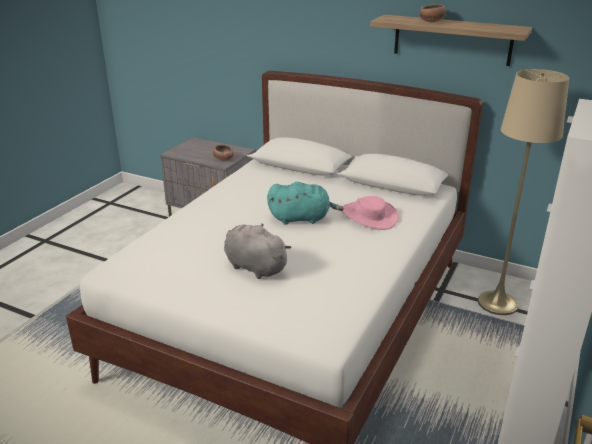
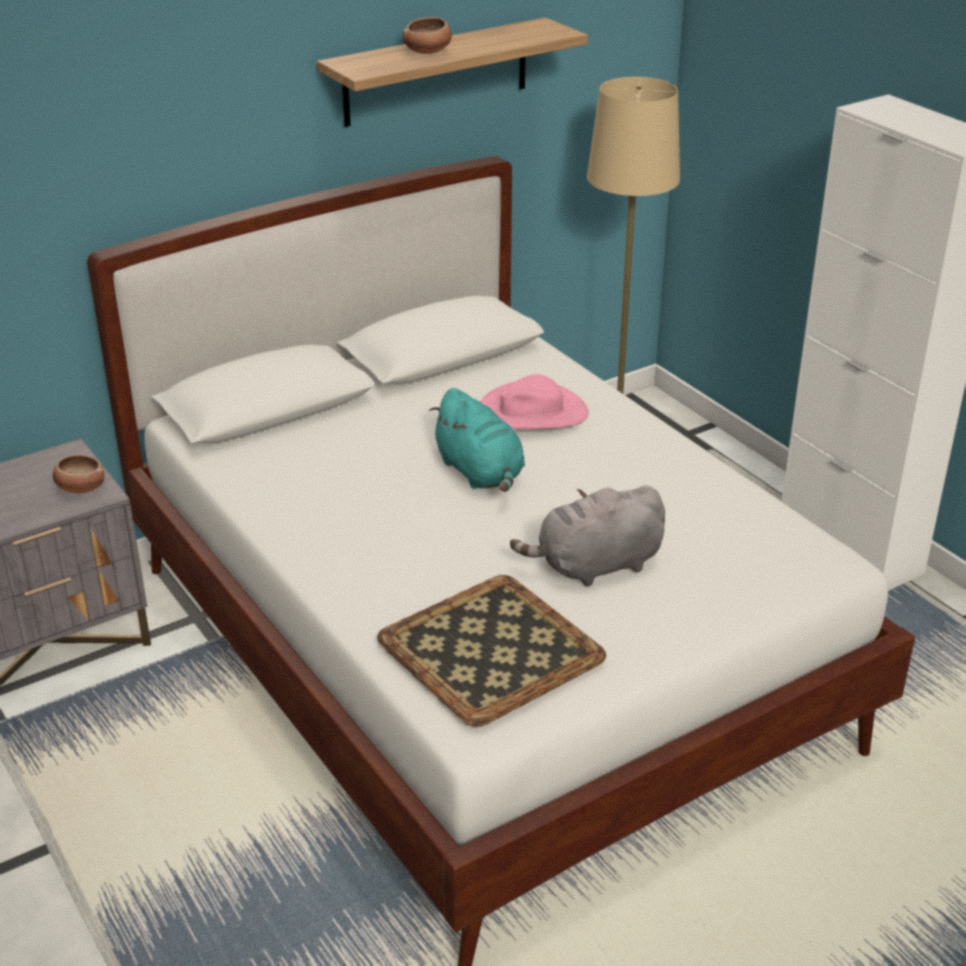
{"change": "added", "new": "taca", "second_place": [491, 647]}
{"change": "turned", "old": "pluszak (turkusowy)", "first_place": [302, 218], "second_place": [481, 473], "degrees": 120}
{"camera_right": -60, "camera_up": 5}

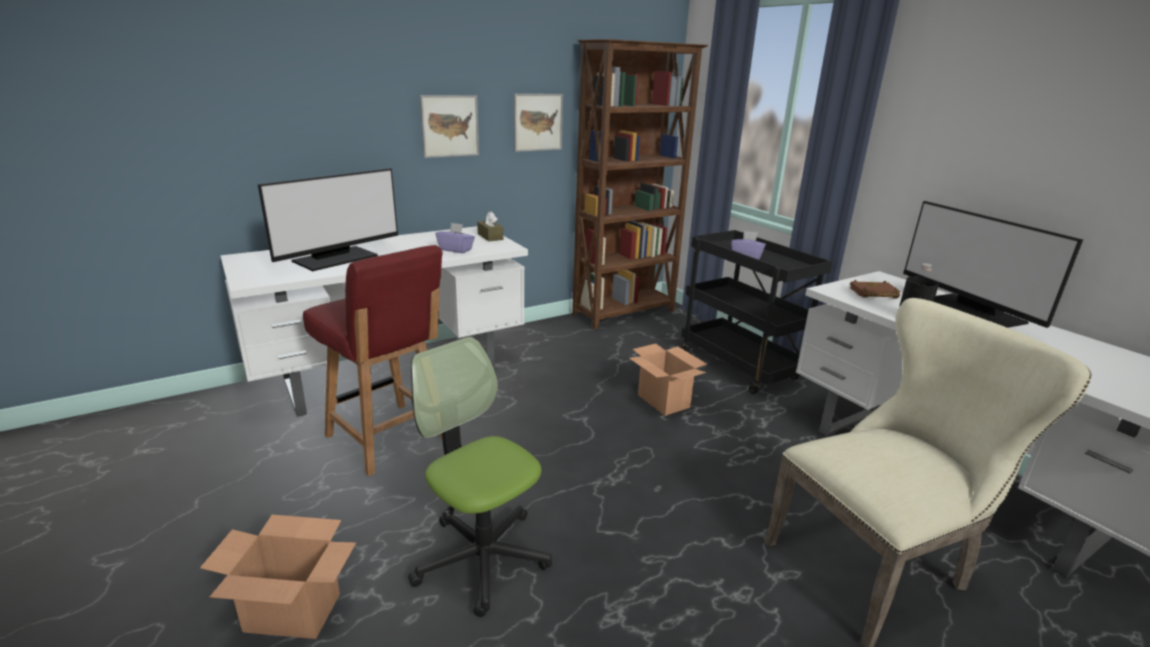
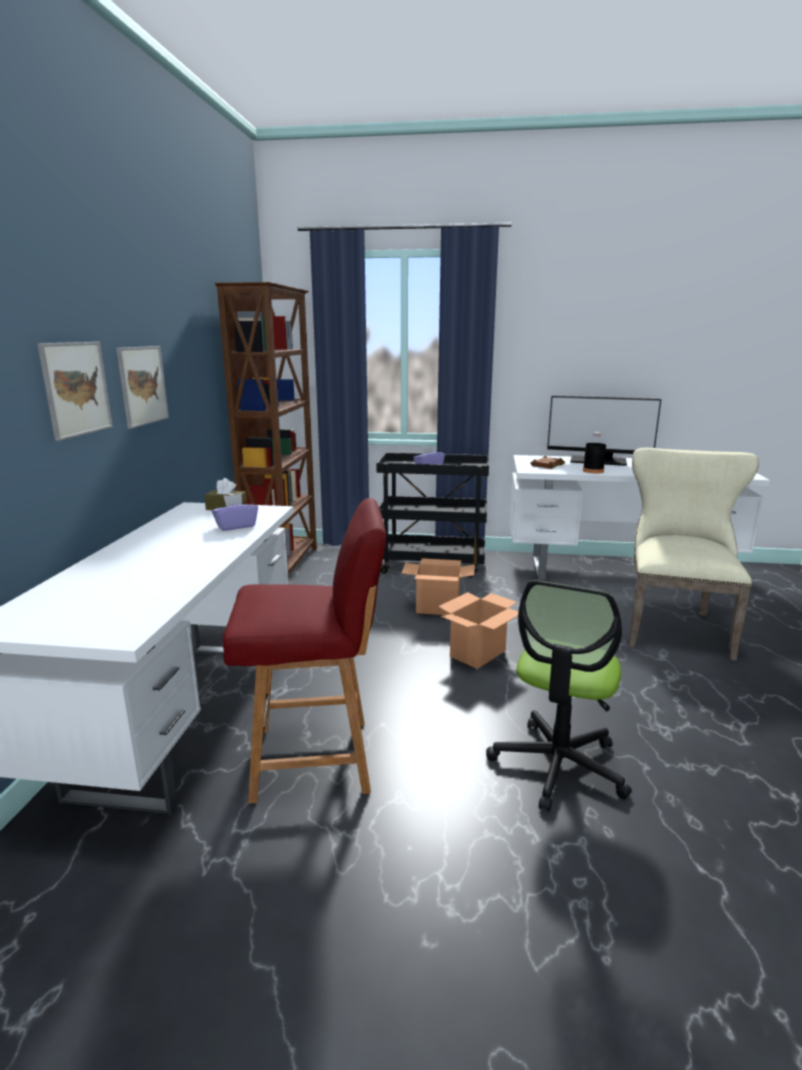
{"change": "moved", "old": "obraz", "first_place": [538, 122], "second_place": [76, 389]}
{"change": "moved", "old": "karton", "first_place": [294, 612], "second_place": [478, 653]}
{"change": "turned", "old": "krzesło biurowe", "first_place": [482, 557], "second_place": [558, 765], "degrees": -60}
{"change": "removed", "old": "monitor", "first_place": [336, 259]}
{"camera_right": -50, "camera_up": -5}

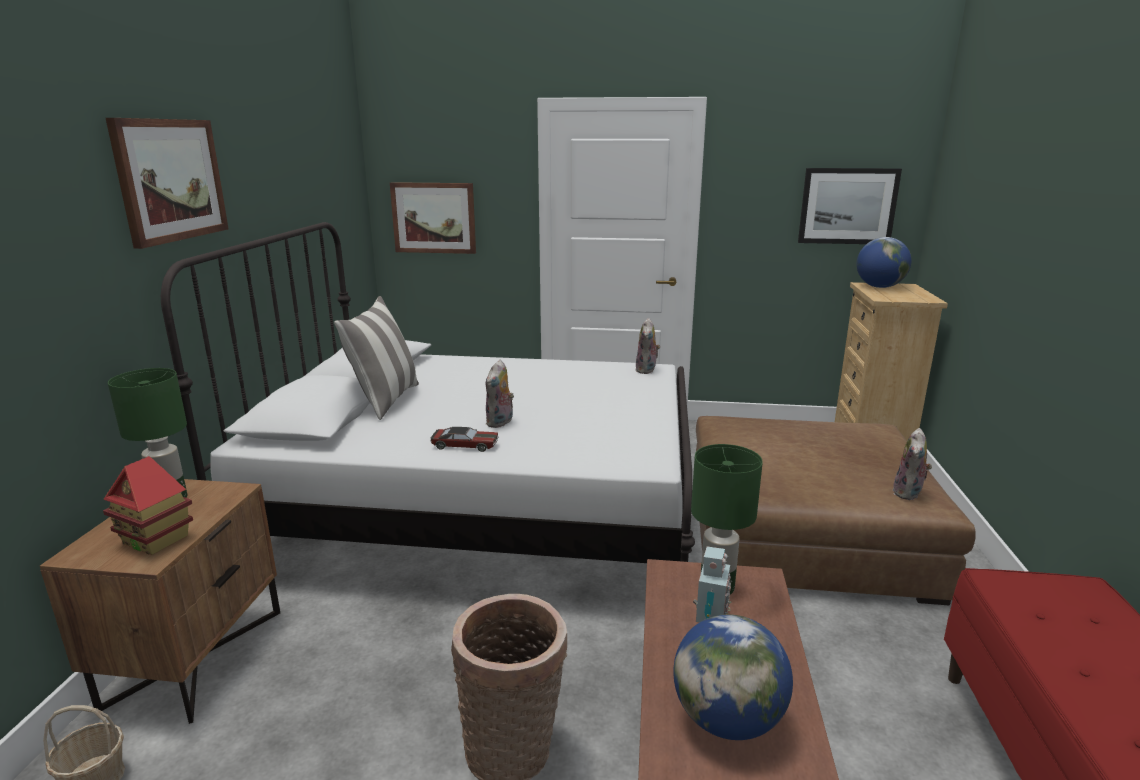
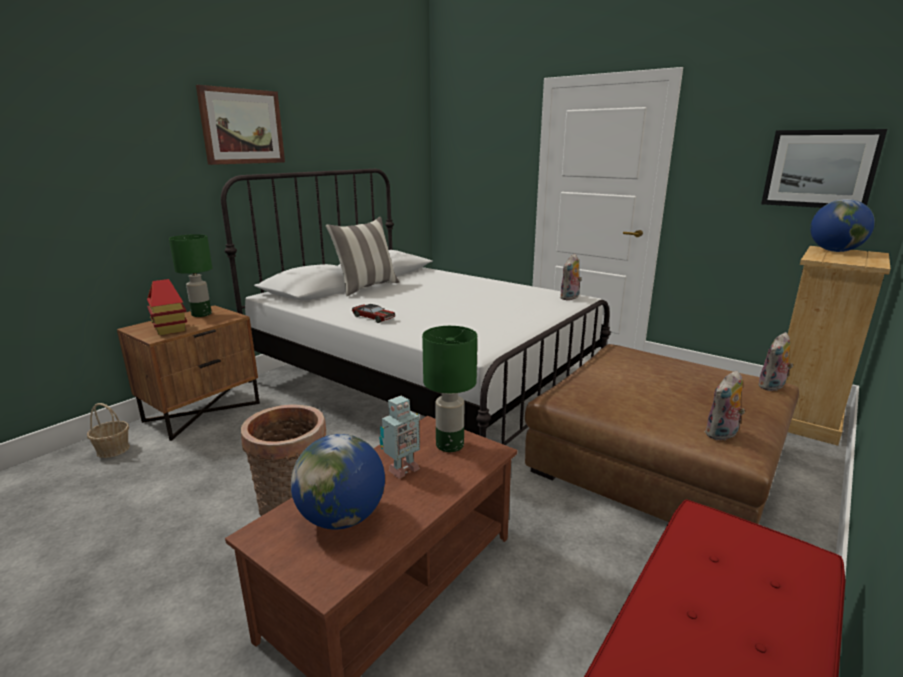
{"change": "moved", "old": "pluszak", "first_place": [500, 423], "second_place": [772, 387]}
{"change": "removed", "old": "obraz", "first_place": [434, 218]}
{"camera_right": 30, "camera_up": 0}

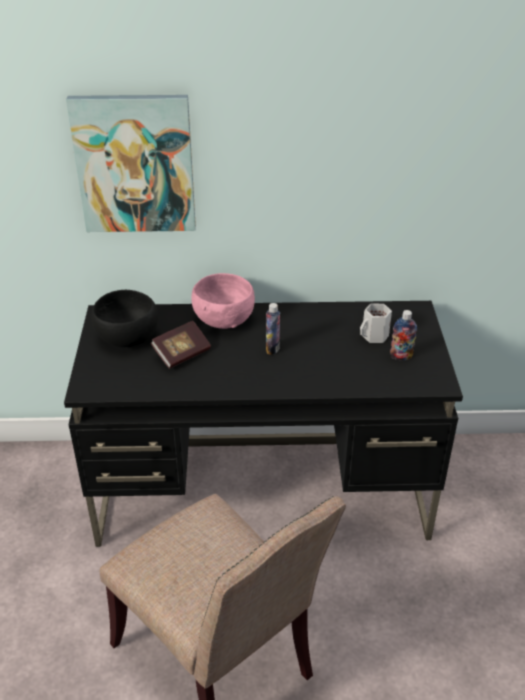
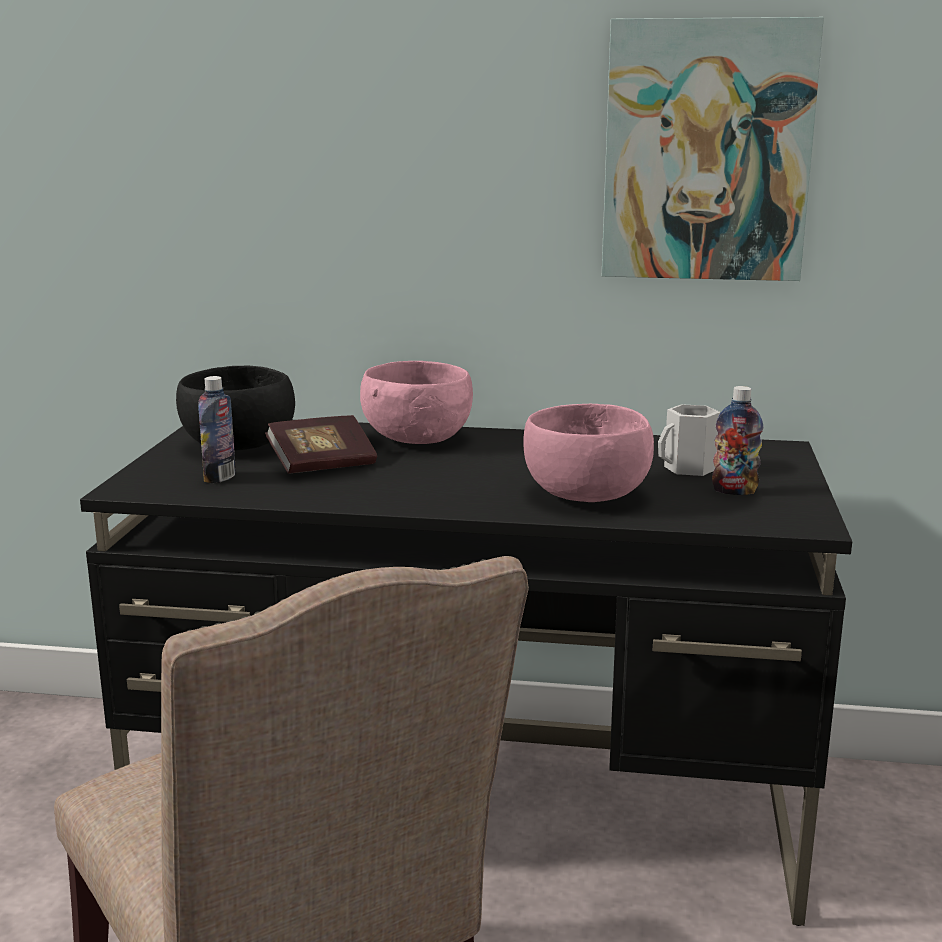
{"change": "moved", "old": "butelka", "first_place": [272, 349], "second_place": [220, 477]}
{"change": "added", "new": "miska (różowy)", "second_place": [587, 496]}
{"change": "moved", "old": "obraz", "first_place": [135, 164], "second_place": [706, 151]}
{"camera_right": 10, "camera_up": -20}

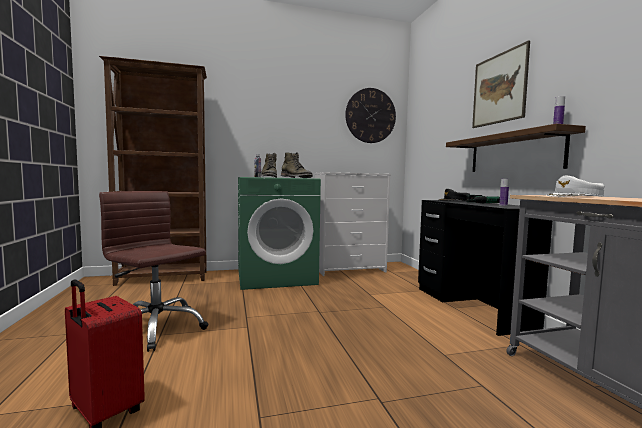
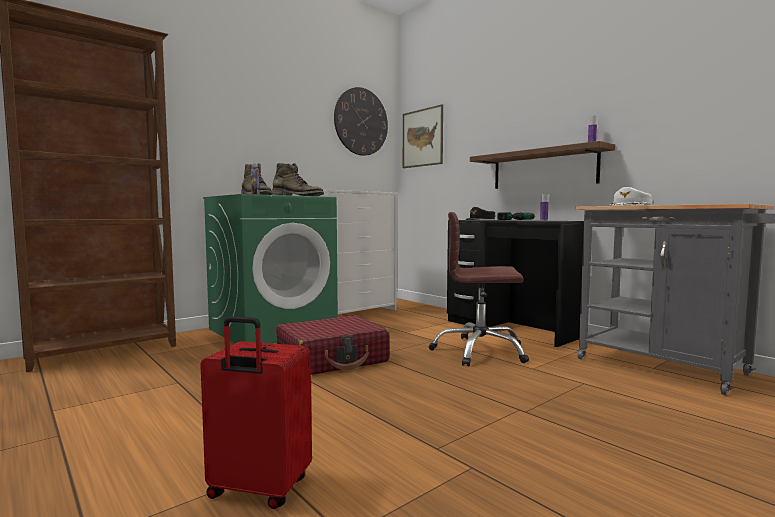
{"change": "added", "new": "walizka (czerwony)", "second_place": [333, 359]}
{"change": "moved", "old": "obraz", "first_place": [499, 88], "second_place": [422, 138]}
{"change": "moved", "old": "krzesło biurowe (brązowy)", "first_place": [156, 328], "second_place": [479, 352]}
{"camera_right": -25, "camera_up": 0}

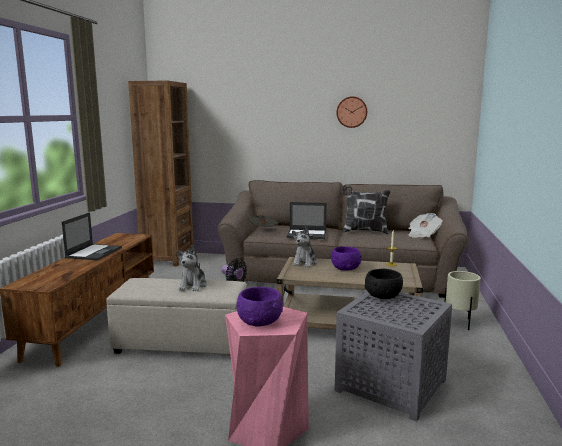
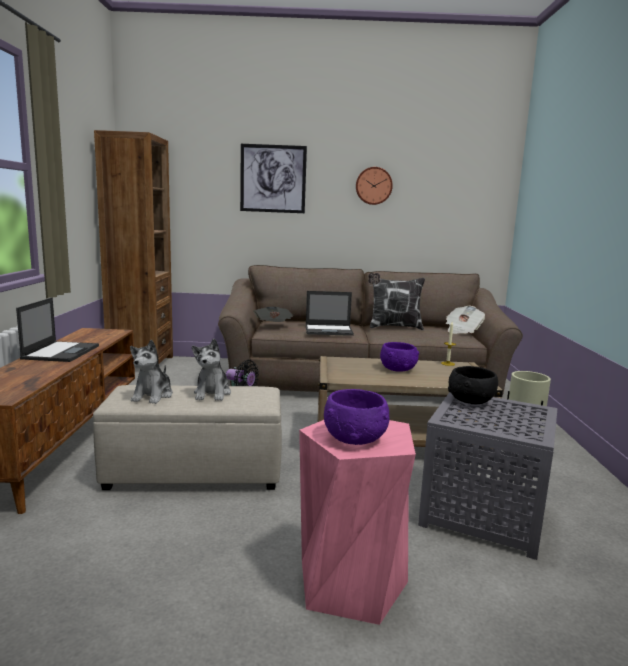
{"change": "moved", "old": "pluszak", "first_place": [304, 263], "second_place": [153, 396]}
{"change": "added", "new": "obraz", "second_place": [273, 179]}
{"camera_right": -10, "camera_up": 0}

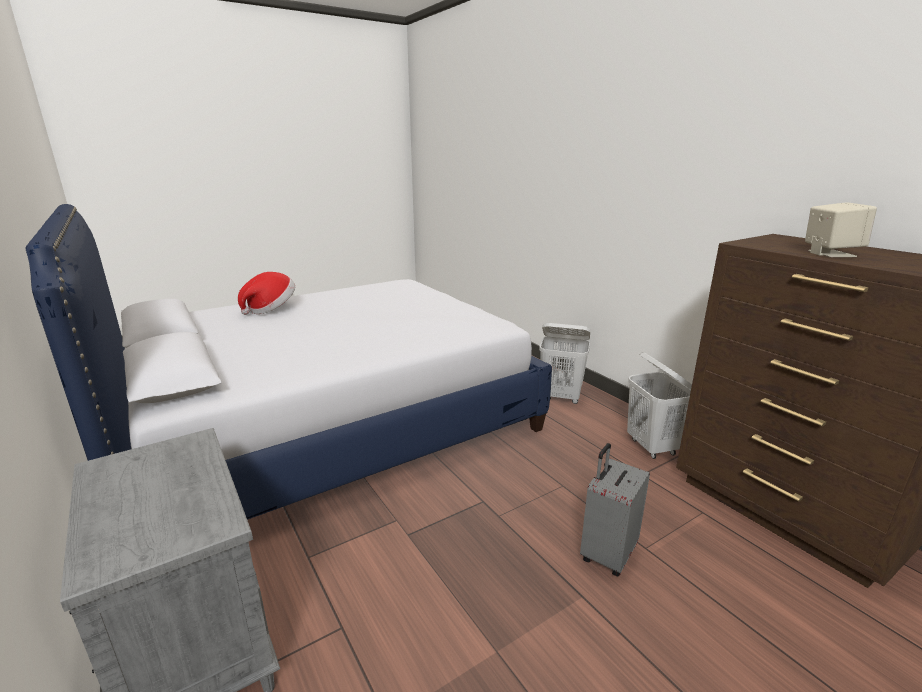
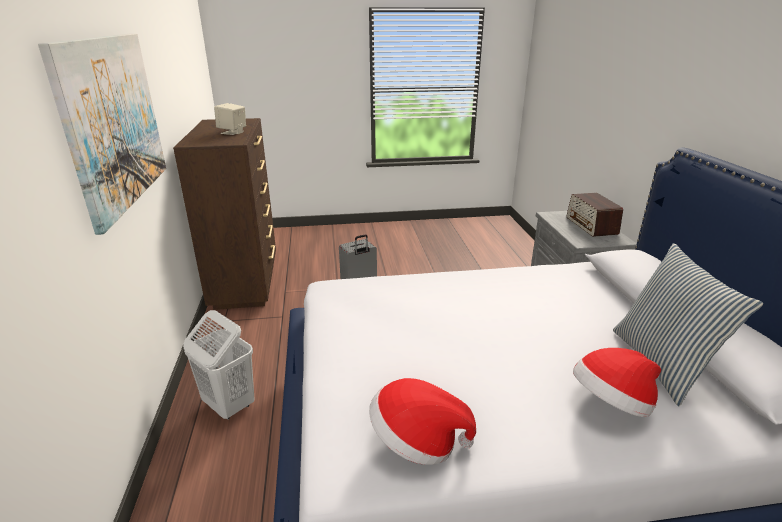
{"change": "added", "new": "obraz", "second_place": [114, 122]}
{"change": "added", "new": "kapelusz", "second_place": [417, 442]}
{"change": "added", "new": "radio", "second_place": [591, 226]}
{"change": "added", "new": "poduszka", "second_place": [661, 364]}
{"change": "removed", "old": "kosz na pranie (biały)", "first_place": [652, 447]}
{"camera_right": -155, "camera_up": 5}

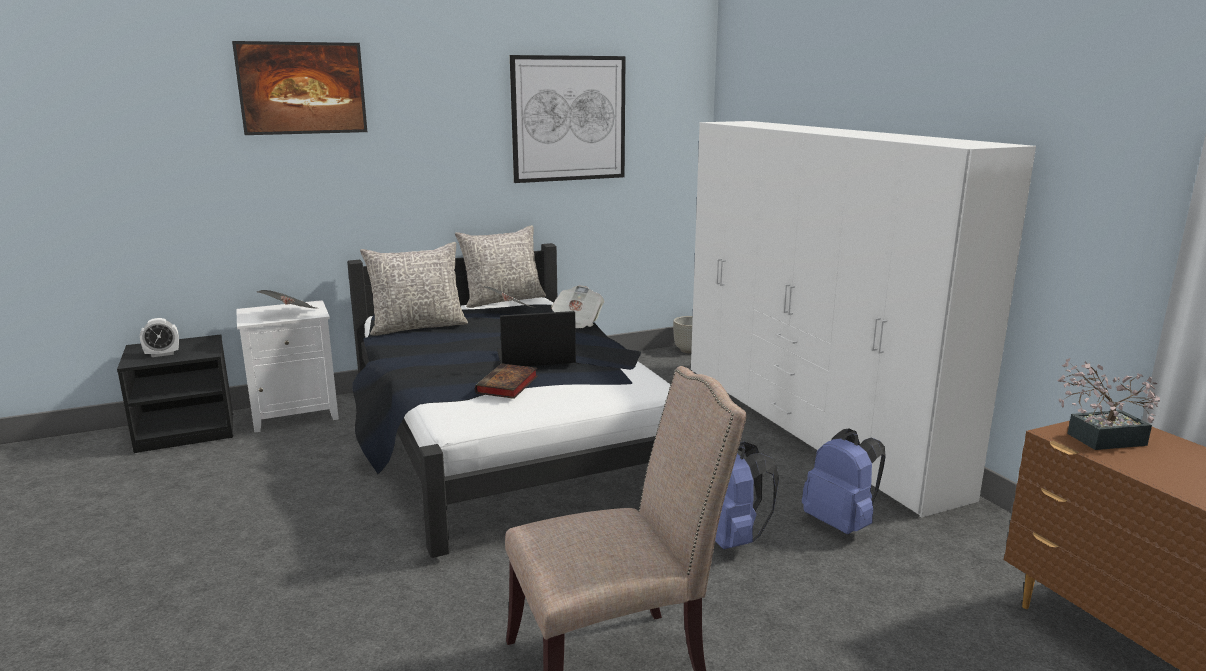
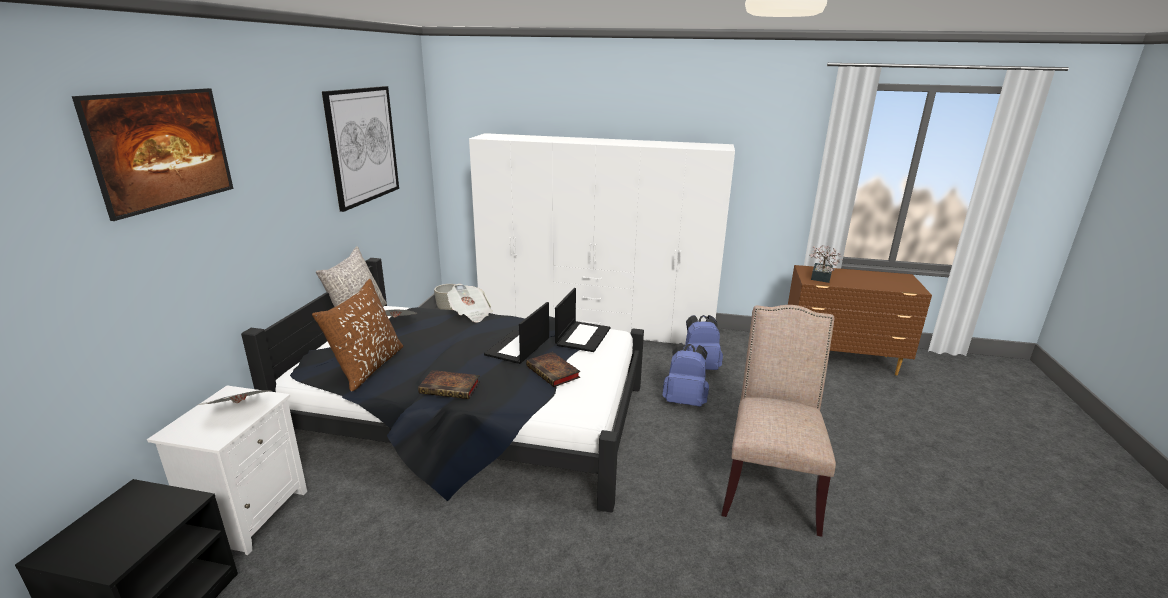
{"change": "recoloured", "old": "poduszka (szary)", "new": "poduszka (brązowy)", "first_place": [418, 327], "second_place": [367, 367]}
{"change": "added", "new": "książka", "second_place": [451, 387]}
{"change": "added", "new": "laptop", "second_place": [582, 336]}
{"change": "removed", "old": "budzik", "first_place": [162, 354]}
{"camera_right": -55, "camera_up": 5}

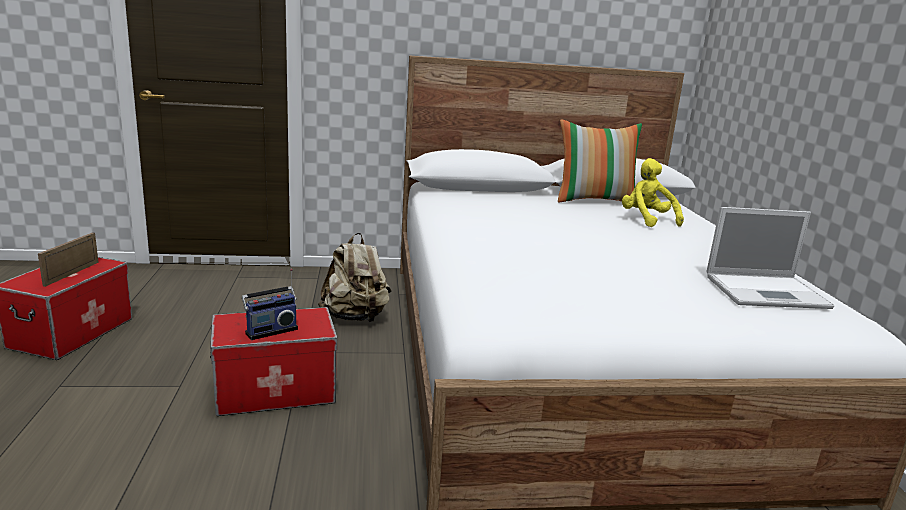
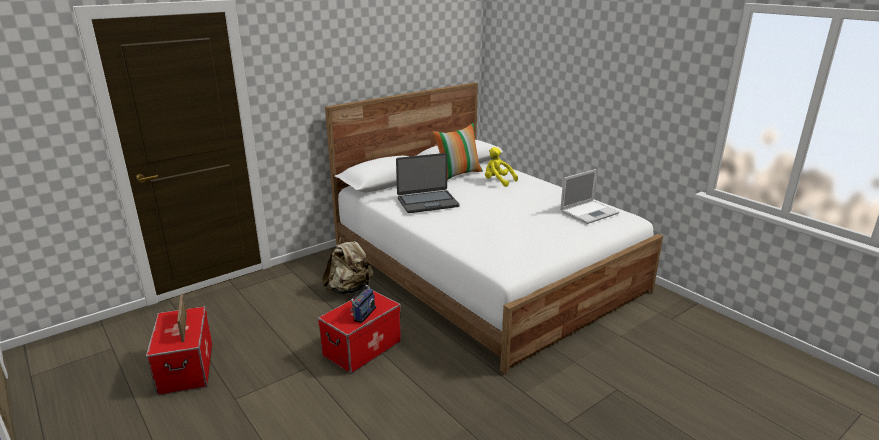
{"change": "added", "new": "laptop", "second_place": [427, 202]}
{"camera_right": -30, "camera_up": 5}

